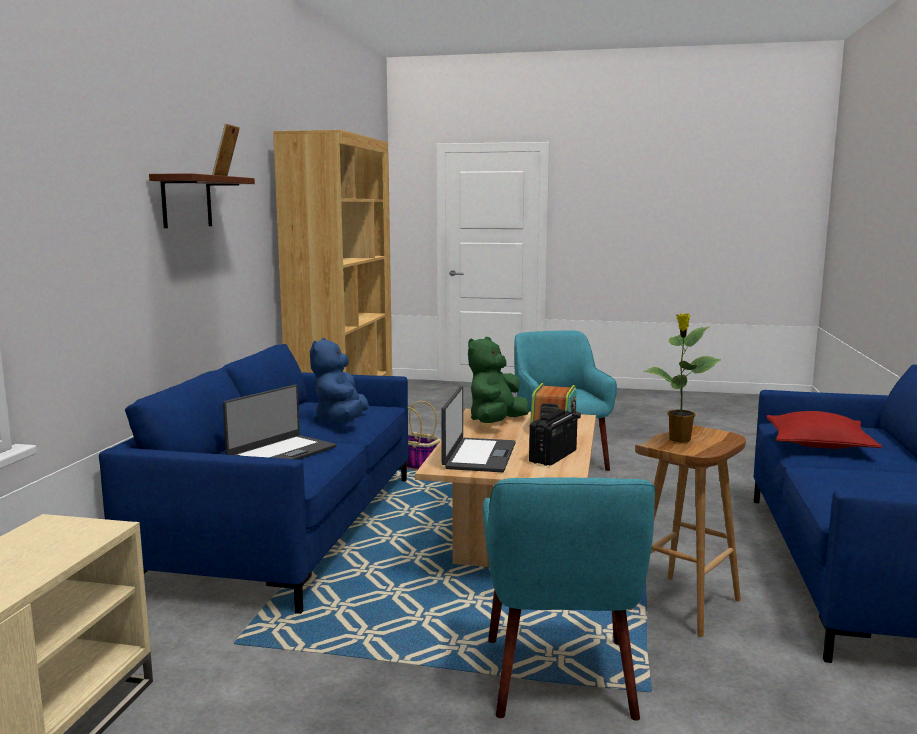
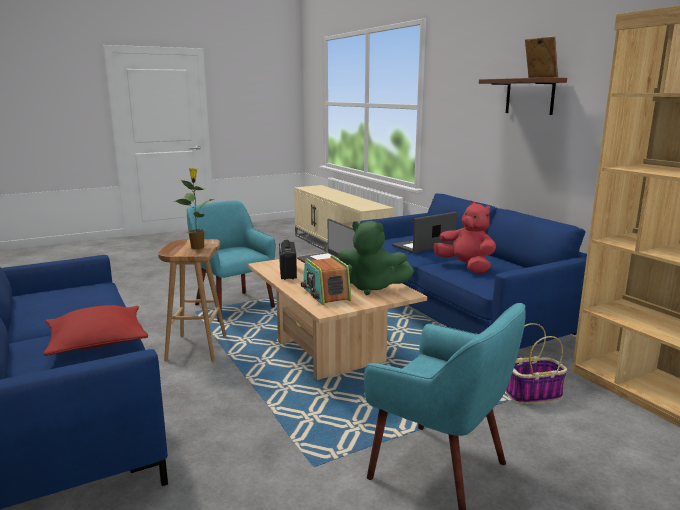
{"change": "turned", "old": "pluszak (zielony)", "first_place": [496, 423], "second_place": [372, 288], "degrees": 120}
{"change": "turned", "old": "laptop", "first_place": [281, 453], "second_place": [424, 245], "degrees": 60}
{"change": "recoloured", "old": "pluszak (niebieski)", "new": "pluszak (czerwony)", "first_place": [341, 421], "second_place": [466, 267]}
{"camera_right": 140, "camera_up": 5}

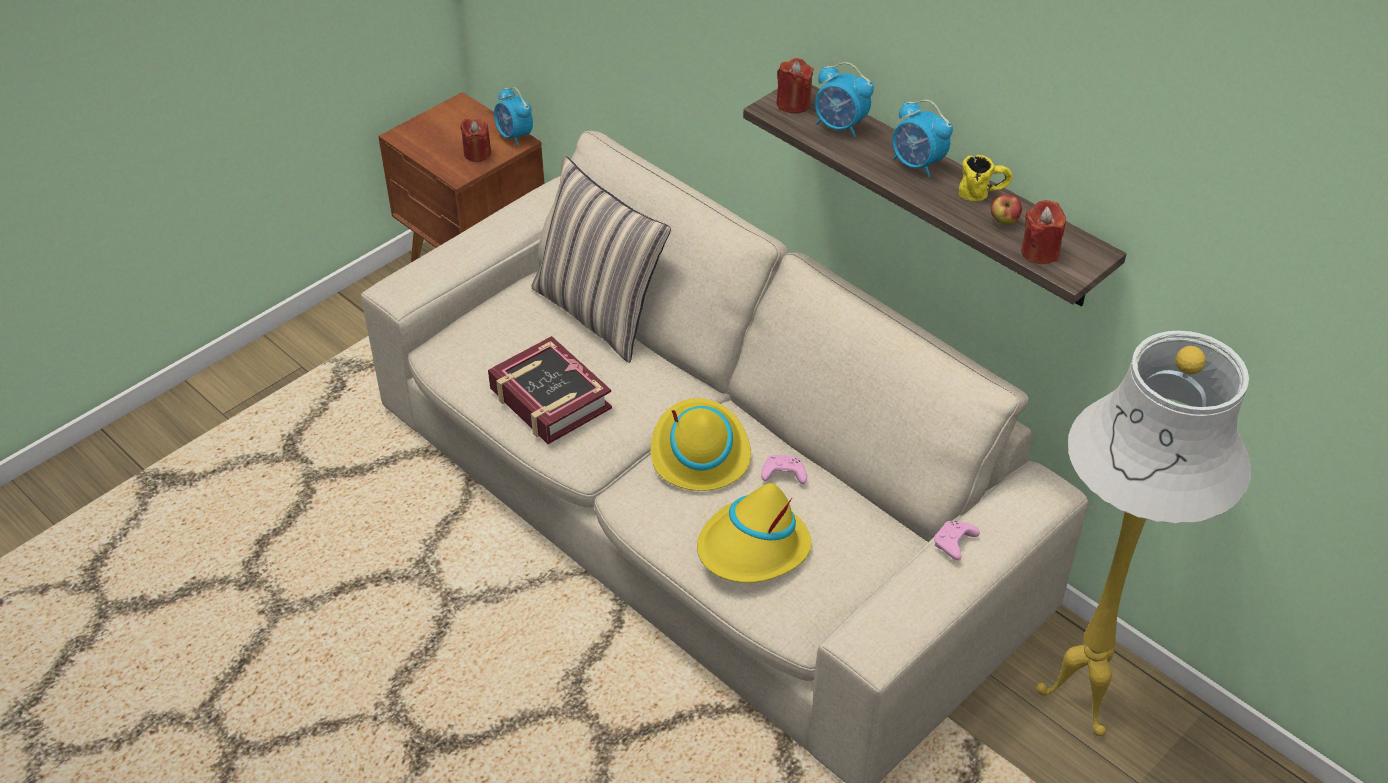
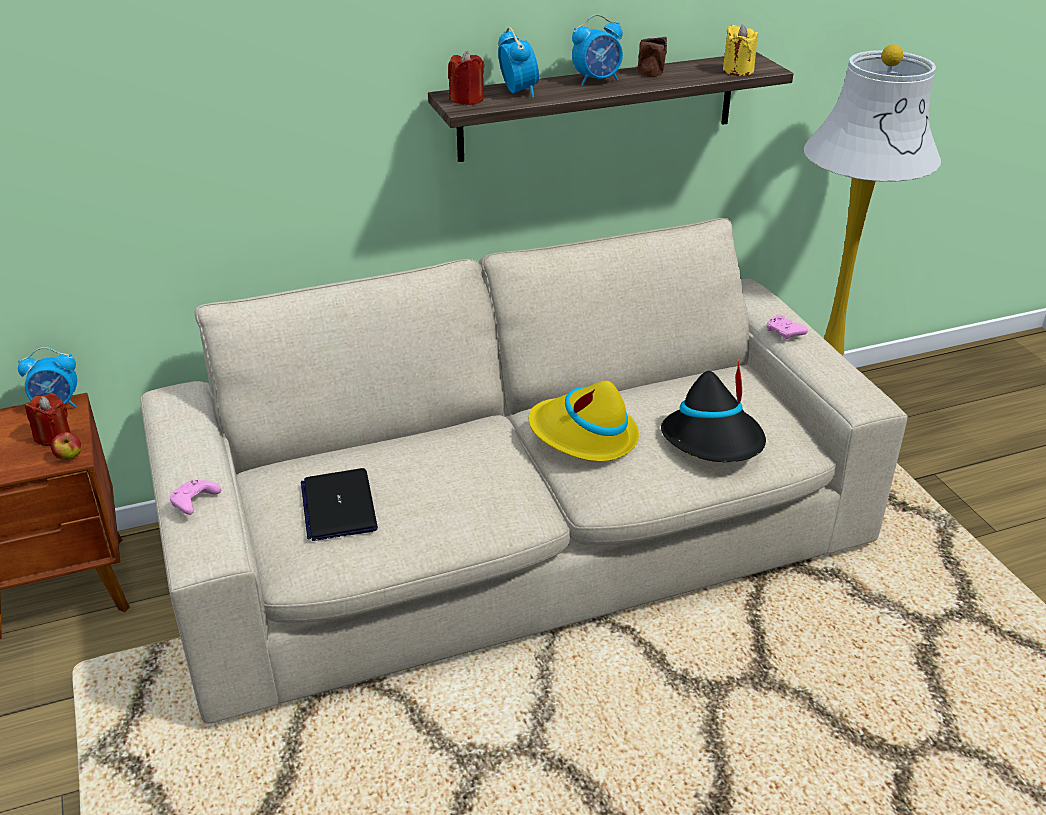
{"change": "moved", "old": "jabłko", "first_place": [1004, 221], "second_place": [69, 457]}
{"change": "moved", "old": "pad do gier (różowy)", "first_place": [782, 475], "second_place": [194, 503]}
{"change": "added", "new": "laptop", "second_place": [338, 506]}
{"change": "turned", "old": "budzik", "first_place": [840, 126], "second_place": [518, 92], "degrees": -75}
{"change": "recoloured", "old": "kubek (żółty)", "new": "kubek (brązowy)", "first_place": [983, 193], "second_place": [654, 70]}
{"change": "recoloured", "old": "kapelusz (żółty)", "new": "kapelusz (czarny)", "first_place": [753, 548], "second_place": [714, 440]}
{"change": "recoloured", "old": "świeca (czerwony)", "new": "świeca (żółty)", "first_place": [1040, 252], "second_place": [738, 70]}
{"change": "removed", "old": "książka", "first_place": [549, 399]}
{"change": "removed", "old": "poduszka", "first_place": [600, 313]}
{"camera_right": -65, "camera_up": -10}

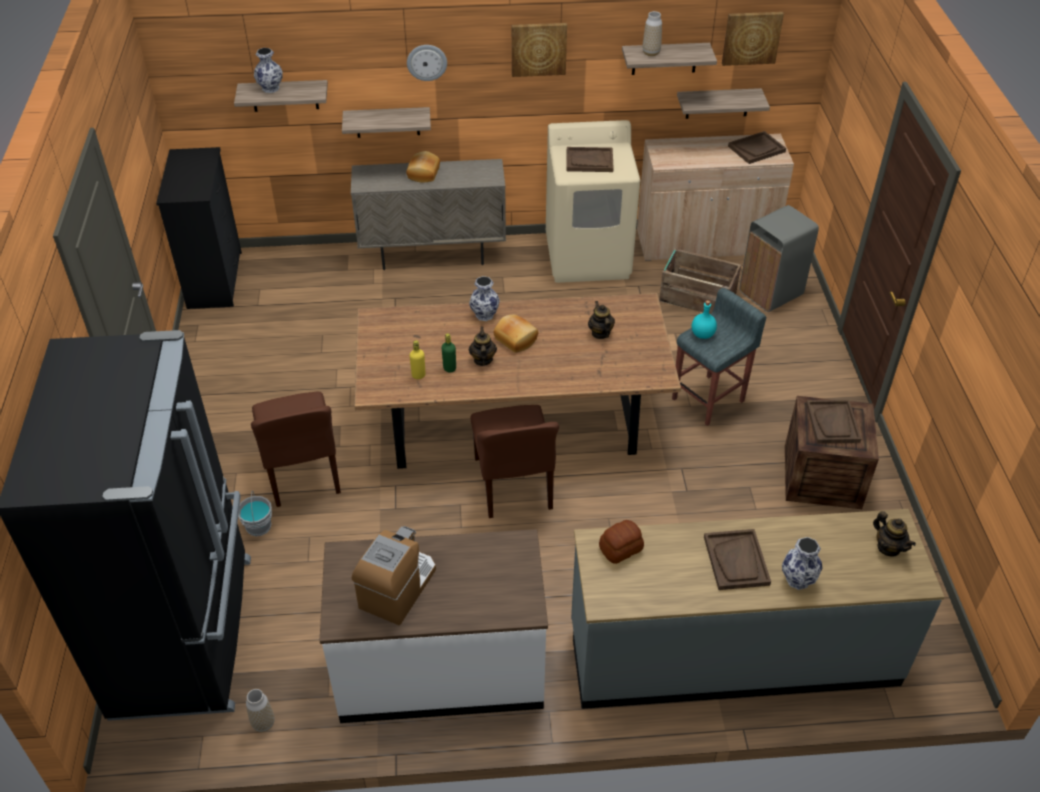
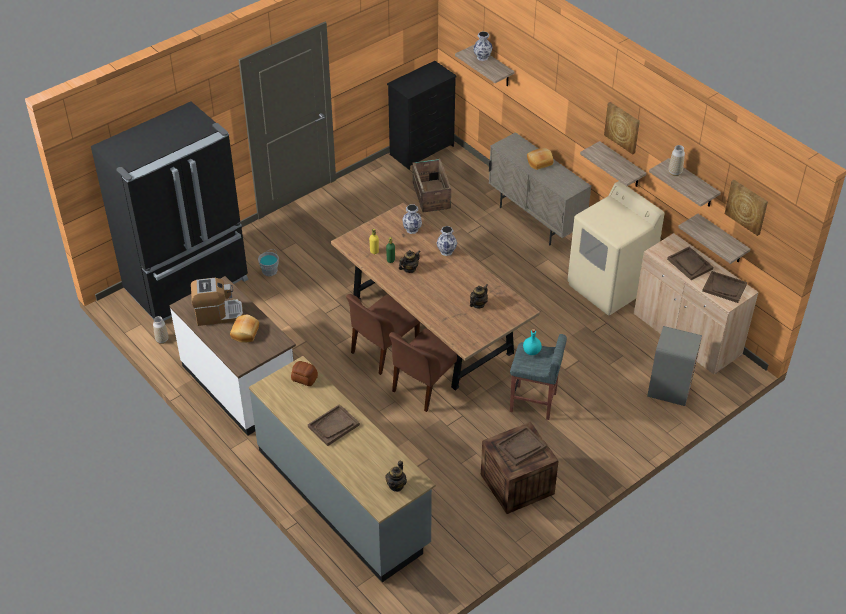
{"change": "moved", "old": "chleb", "first_place": [516, 339], "second_place": [246, 333]}
{"change": "moved", "old": "krzesło (brązowy)", "first_place": [302, 473], "second_place": [425, 386]}
{"change": "moved", "old": "wazon", "first_place": [798, 580], "second_place": [412, 230]}
{"change": "moved", "old": "skrzynka", "first_place": [696, 297], "second_place": [431, 195]}
{"change": "moved", "old": "półka", "first_place": [387, 122], "second_place": [621, 165]}
{"change": "moved", "old": "taca (brązowy)", "first_place": [589, 161], "second_place": [689, 264]}
{"change": "removed", "old": "zegar ścienny", "first_place": [426, 62]}
{"camera_right": 55, "camera_up": 0}

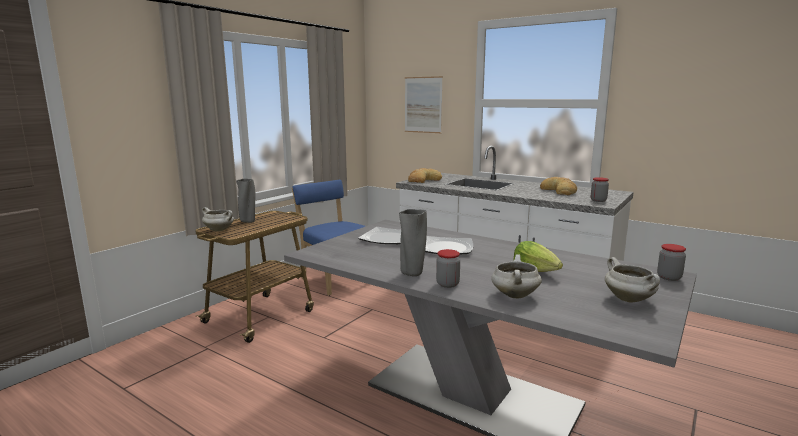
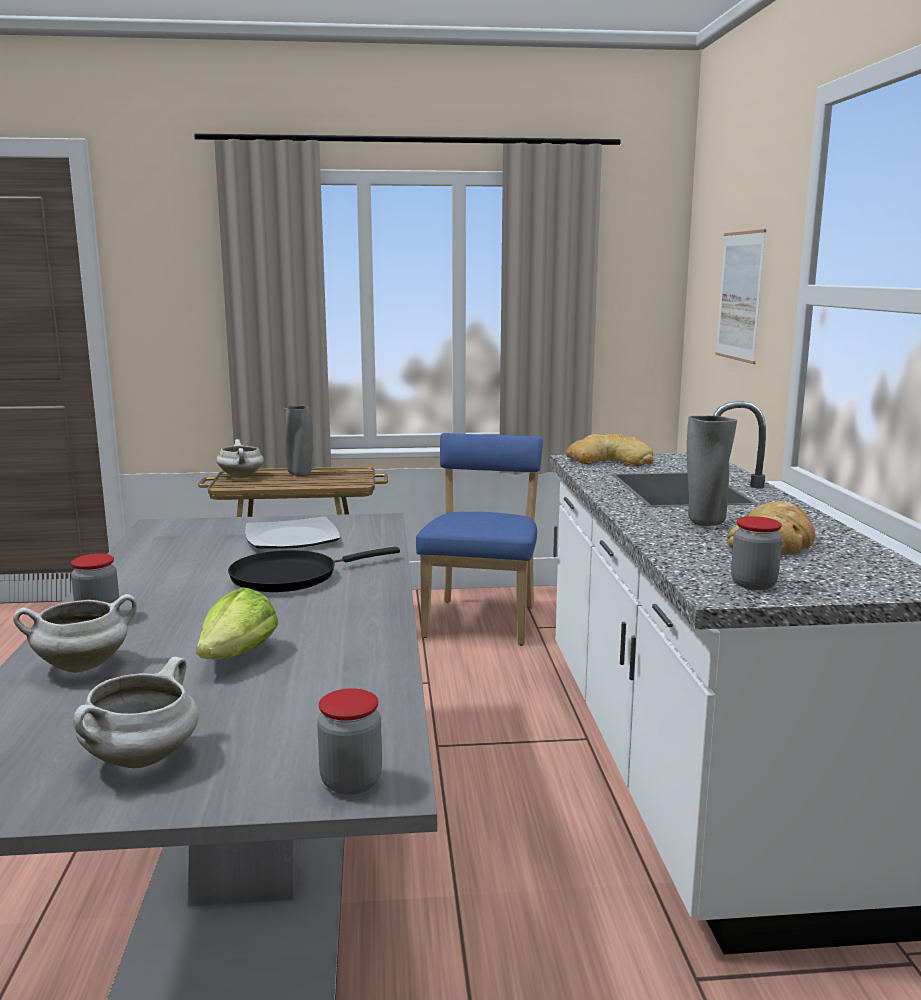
{"change": "replaced", "old": "talerz", "new": "patelnia (czarny)", "first_place": [446, 248], "second_place": [290, 576]}
{"change": "moved", "old": "wazon (szary)", "first_place": [412, 274], "second_place": [704, 523]}
{"camera_right": 50, "camera_up": 0}

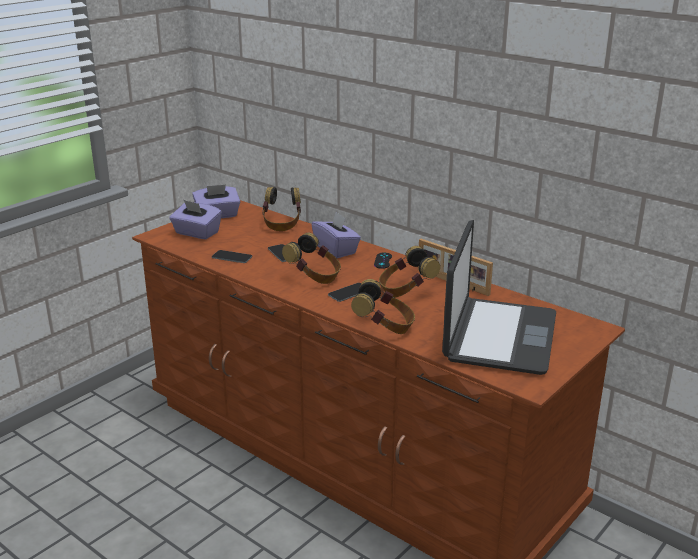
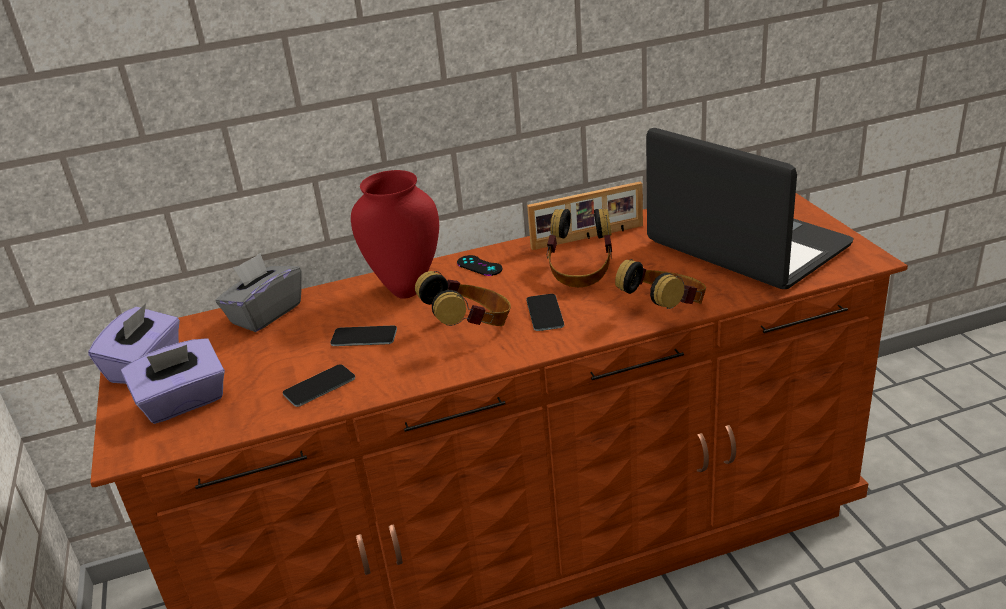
{"change": "replaced", "old": "słuchawki", "new": "pudełko chusteczek (szary)", "first_place": [282, 224], "second_place": [265, 314]}
{"change": "replaced", "old": "pudełko chusteczek (fioletowy)", "new": "wazon (czerwony)", "first_place": [336, 250], "second_place": [406, 291]}
{"camera_right": -55, "camera_up": 5}

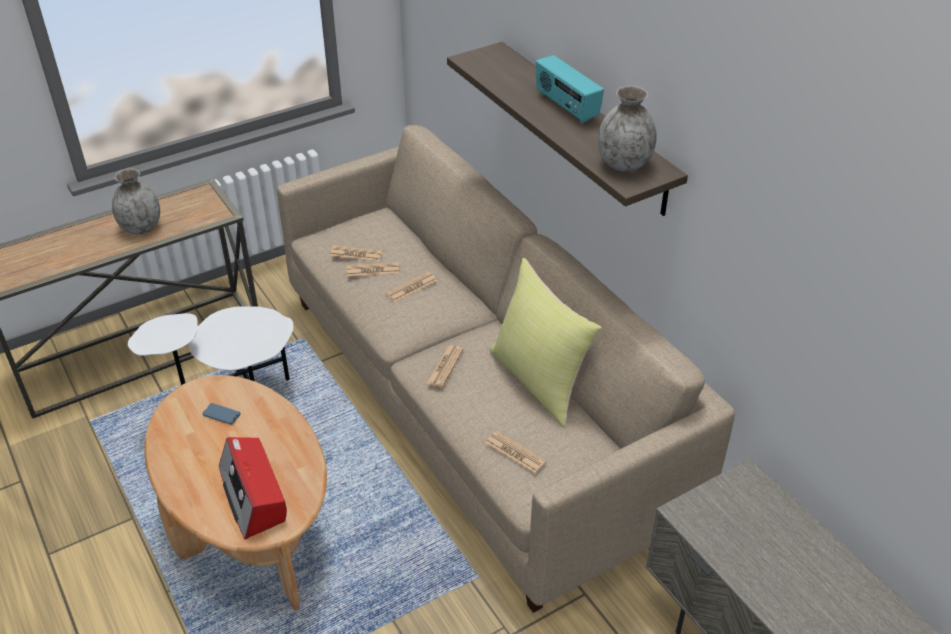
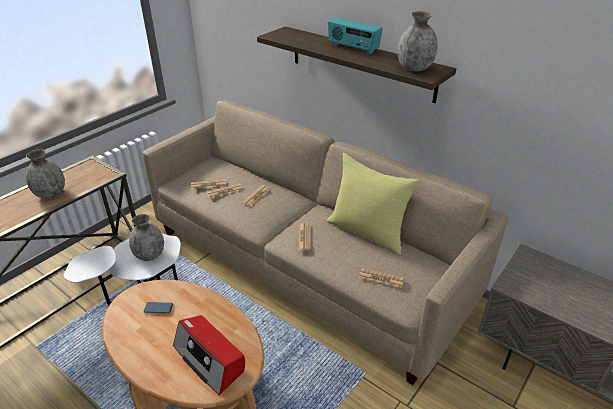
{"change": "added", "new": "wazon (szary)", "second_place": [149, 255]}
{"camera_right": -20, "camera_up": -5}

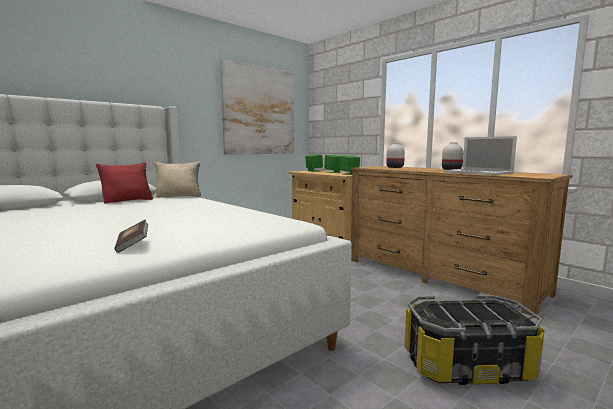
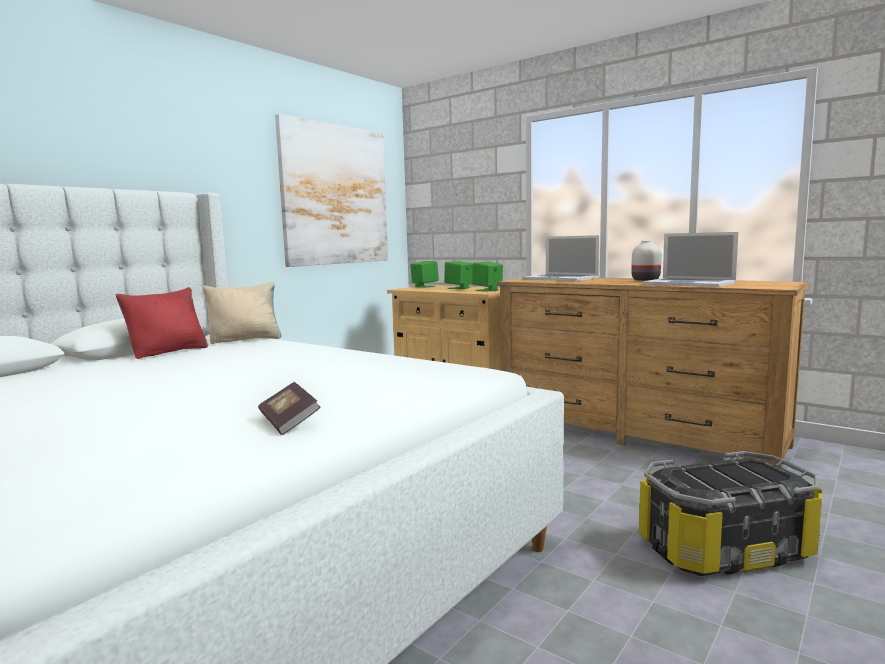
{"change": "replaced", "old": "wazon (biały)", "new": "laptop", "first_place": [395, 167], "second_place": [561, 278]}
{"camera_right": -10, "camera_up": 0}

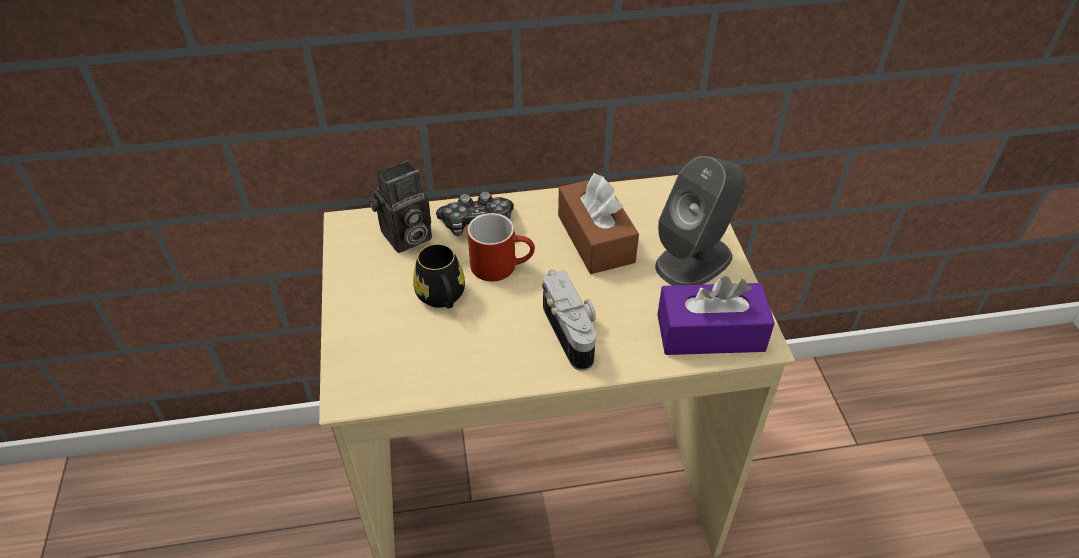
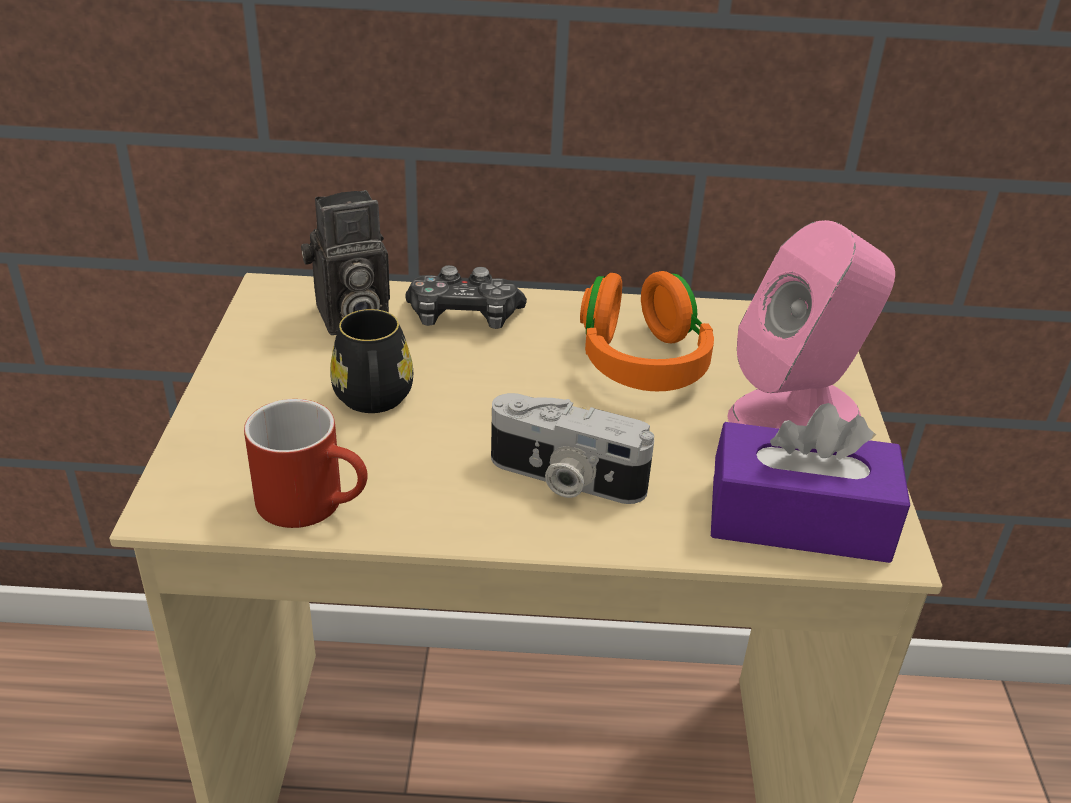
{"change": "moved", "old": "kubek (czerwony)", "first_place": [502, 265], "second_place": [316, 503]}
{"change": "turned", "old": "aparat fotograficzny", "first_place": [572, 332], "second_place": [564, 479], "degrees": 120}
{"change": "replaced", "old": "pudełko chusteczek (brązowy)", "new": "słuchawki (pomarańczowy)", "first_place": [595, 239], "second_place": [641, 363]}
{"change": "recoloured", "old": "głośnik (szary)", "new": "głośnik (różowy)", "first_place": [694, 260], "second_place": [796, 415]}
{"camera_right": 10, "camera_up": -10}

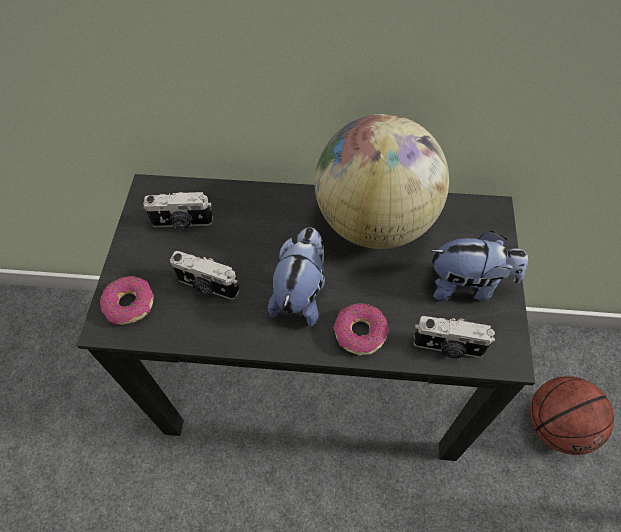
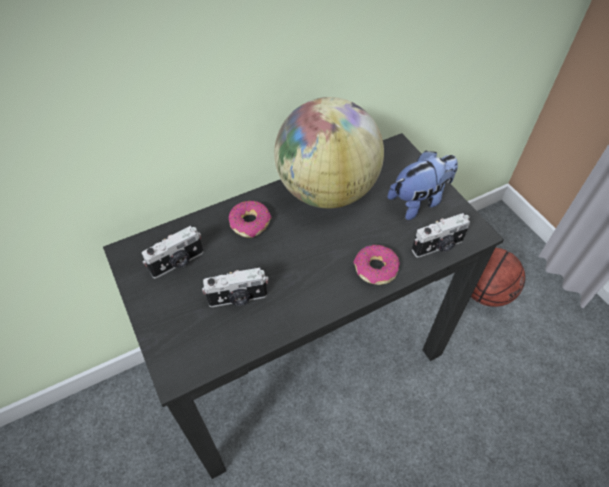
{"change": "moved", "old": "donut", "first_place": [130, 305], "second_place": [250, 223]}
{"change": "removed", "old": "pluszak", "first_place": [301, 293]}
{"camera_right": -35, "camera_up": -5}

